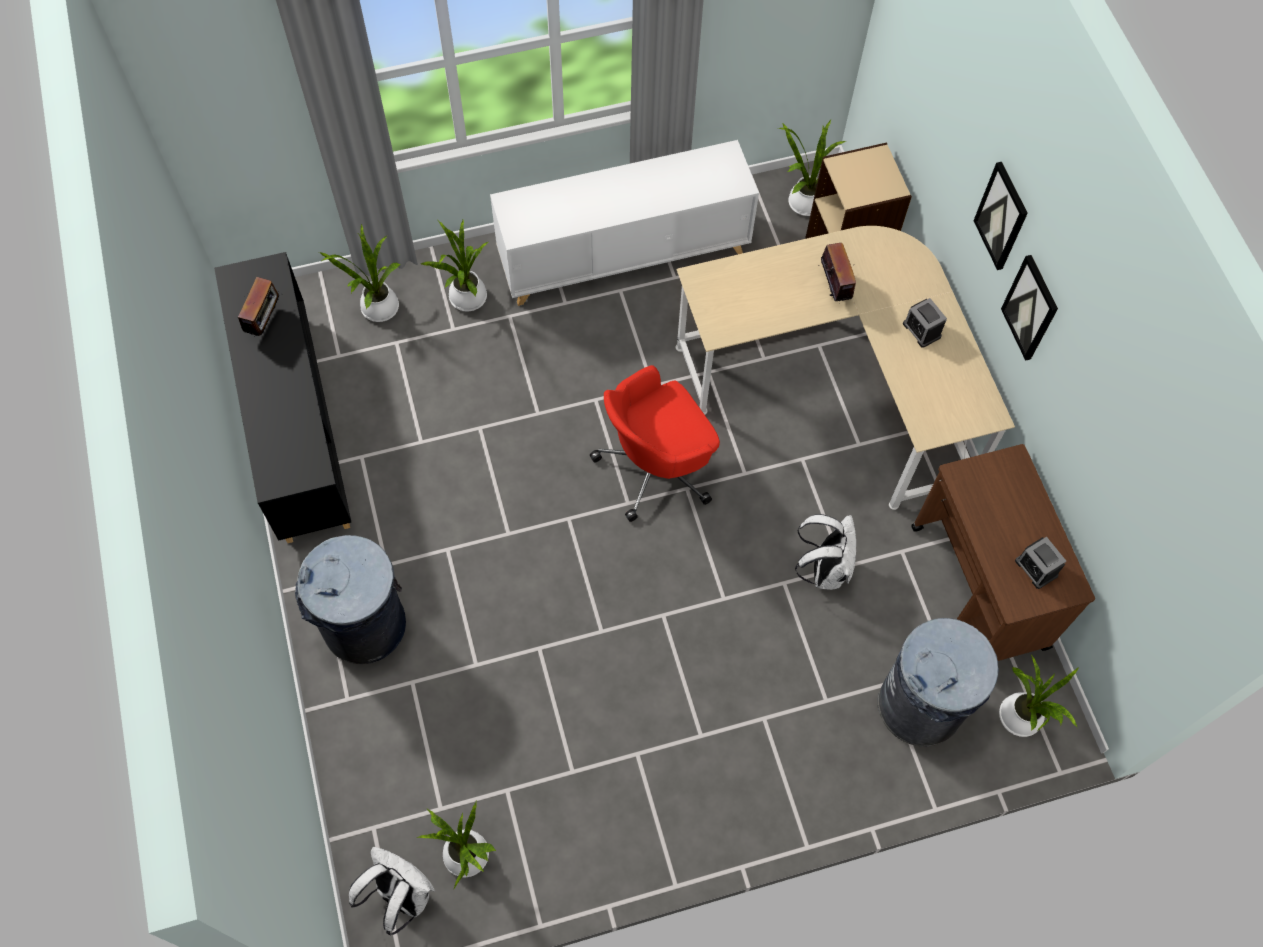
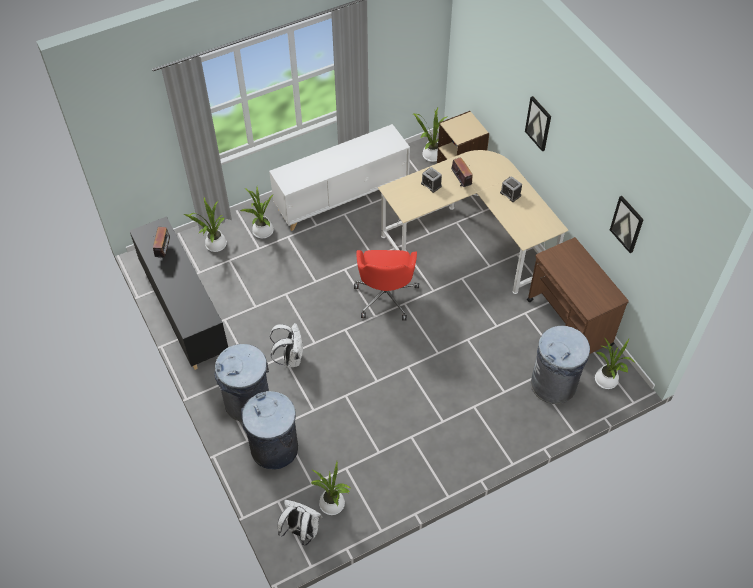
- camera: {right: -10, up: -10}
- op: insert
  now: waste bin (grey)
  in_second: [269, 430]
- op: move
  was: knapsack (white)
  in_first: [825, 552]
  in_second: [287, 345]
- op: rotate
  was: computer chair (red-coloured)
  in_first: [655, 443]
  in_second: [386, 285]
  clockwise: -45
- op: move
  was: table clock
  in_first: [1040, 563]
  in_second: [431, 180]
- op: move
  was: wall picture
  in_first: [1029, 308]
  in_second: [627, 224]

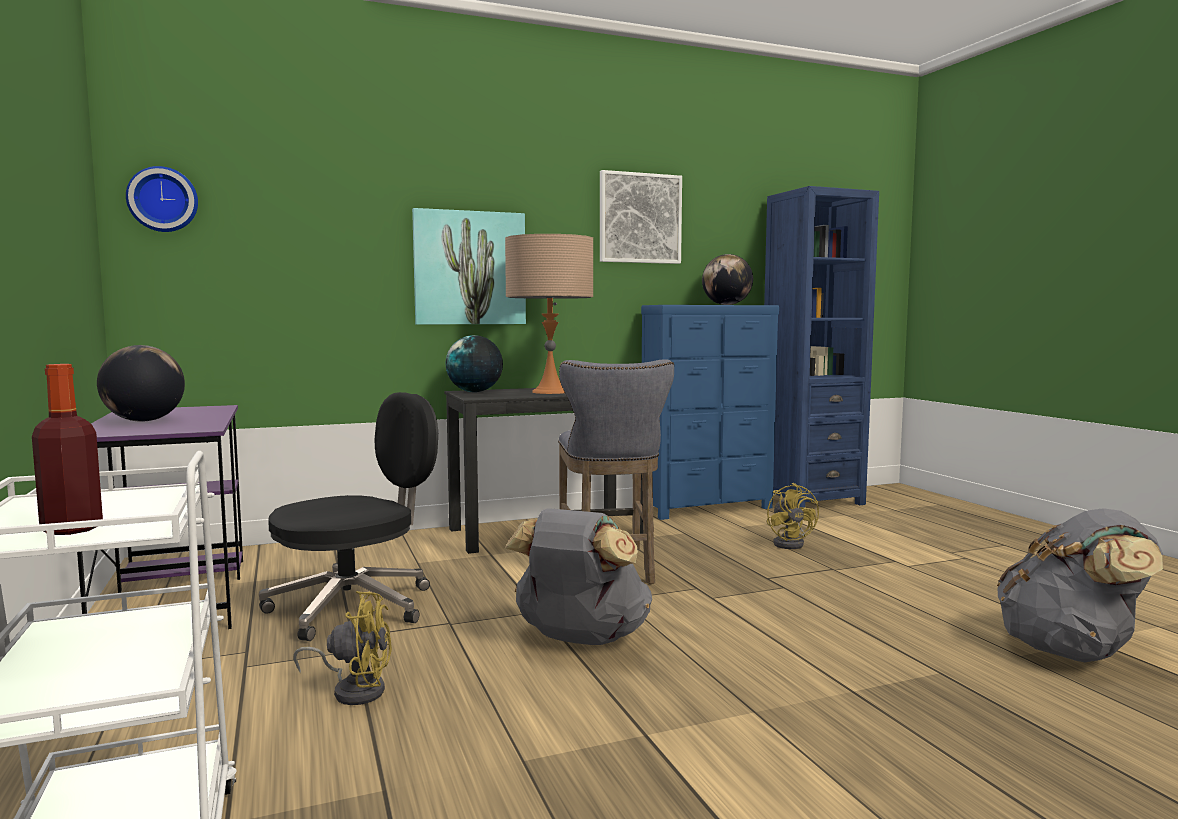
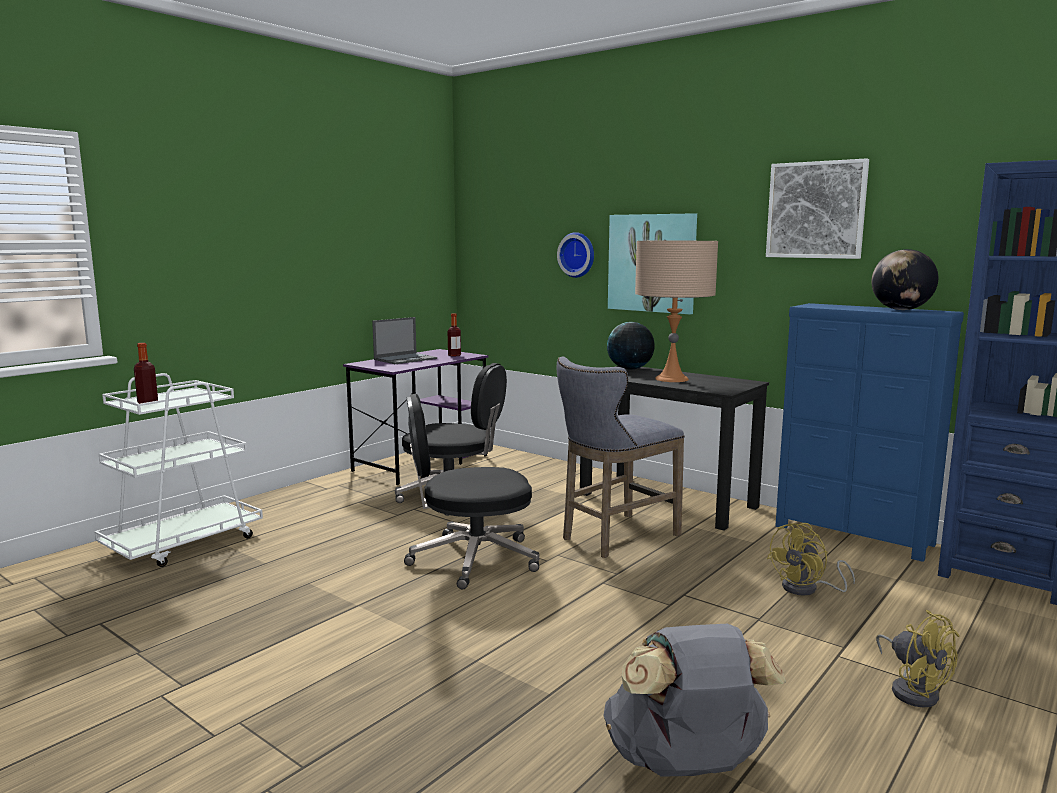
- camera: {right: 60, up: 5}
- op: replace
  was: world globe
  now: portable computer
  in_first: [141, 383]
  in_second: [404, 340]
- op: replace
  was: knapsack (grey)
  now: computer chair (blackish)
  in_first: [578, 576]
  in_second: [472, 491]
- op: insert
  now: drink bottle
  in_second: [454, 334]
- op: move
  was: clock on the wall
  in_first: [162, 199]
  in_second: [575, 255]
- op: move
  was: cooling fan (yellowish)
  in_first: [342, 648]
  in_second: [917, 659]

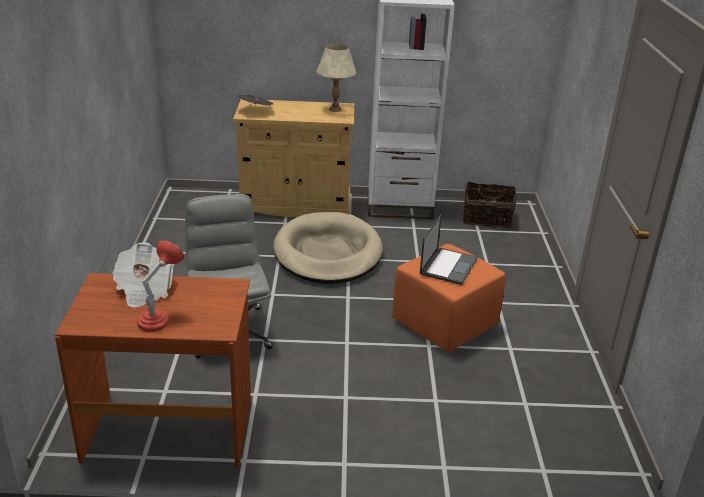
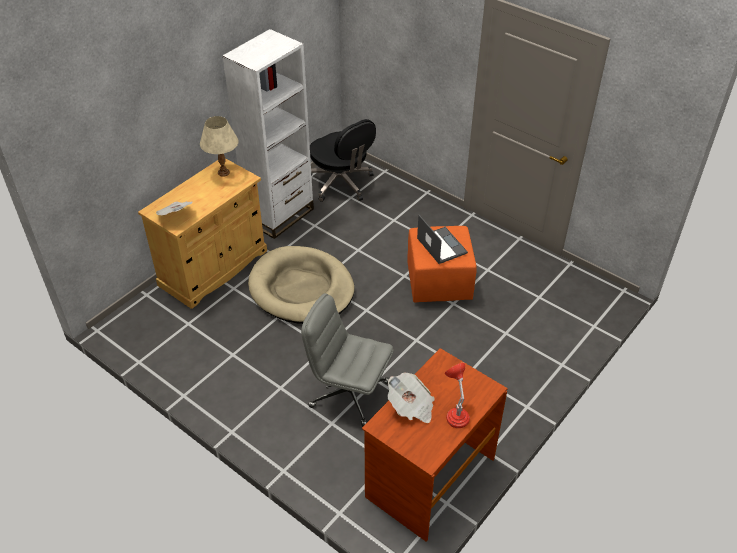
- camera: {right: -50, up: 15}
- op: replace
  was: basket
  now: computer chair (blackish)
  in_first: [489, 205]
  in_second: [343, 160]

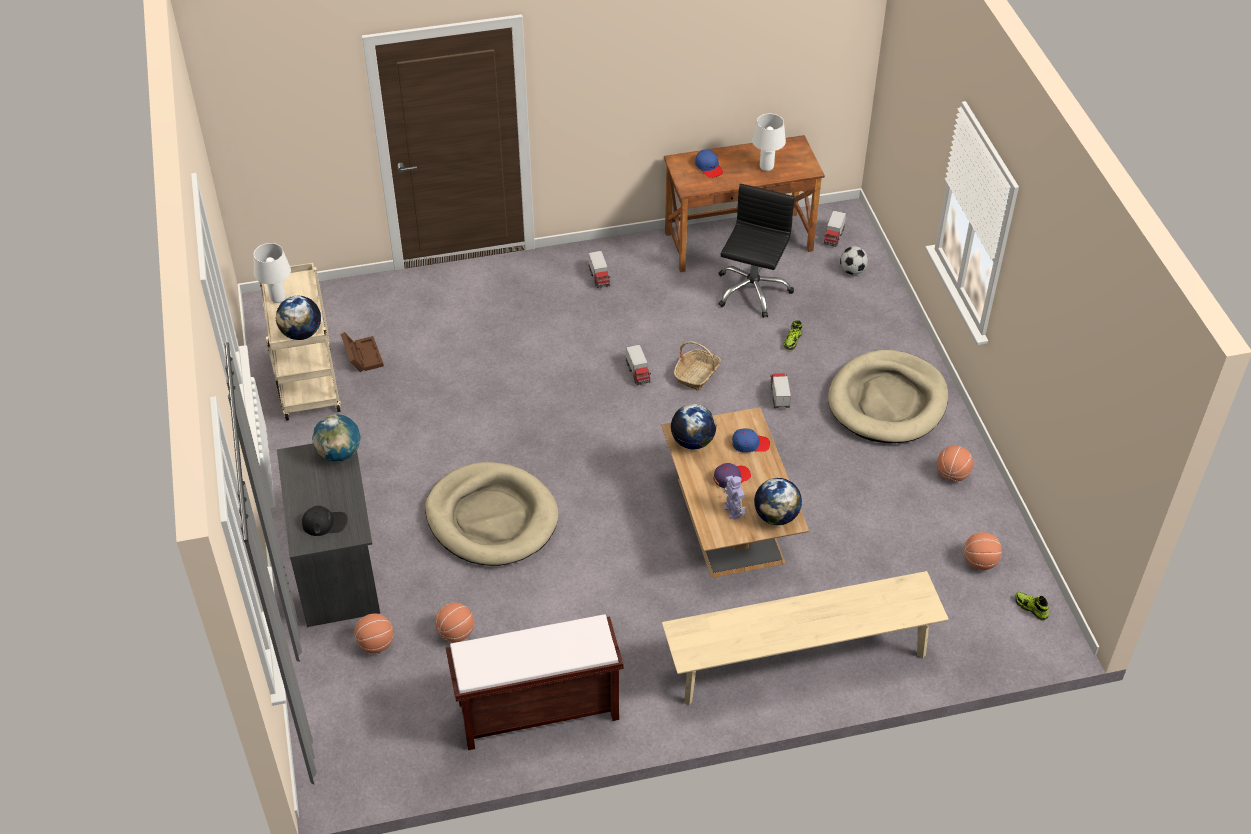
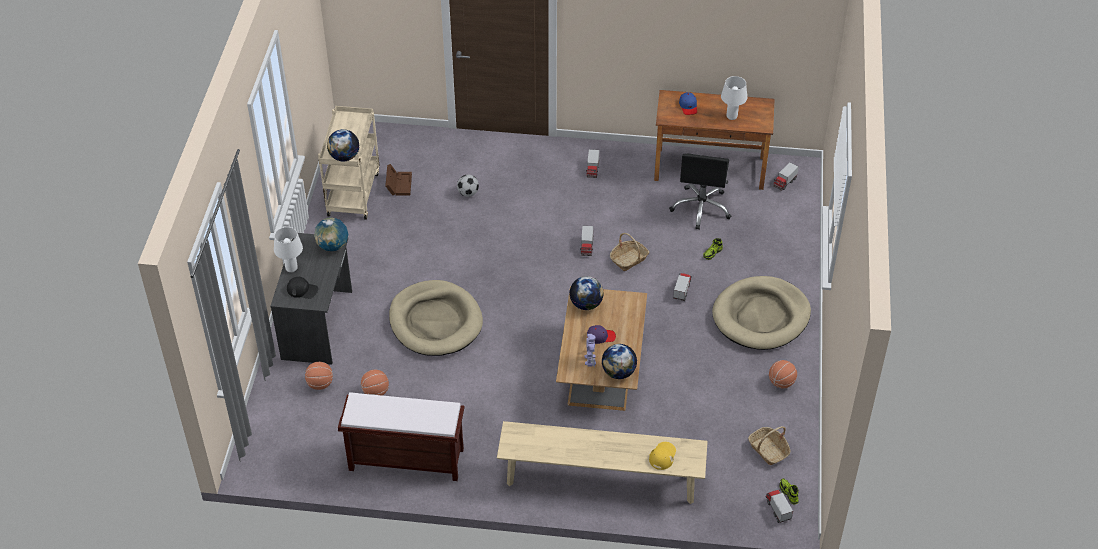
- camera: {right: 20, up: 0}
- op: move
  was: lamp for a table (white)
  in_first: [272, 273]
  in_second: [288, 249]
- op: move
  was: football
  in_first: [854, 260]
  in_second: [468, 186]
- op: insert
  now: peaked cap (yellowish)
  in_second: [662, 456]
- op: rotate
  was: computer chair (blackish)
  in_first: [756, 251]
  in_second: [700, 191]
  clockwise: 150
- op: replace
  was: basketball ball
  now: basket
  in_first: [983, 551]
  in_second: [769, 445]
- op: insert
  now: toy lorry
  in_second: [779, 506]
- op: delete
  was: peaked cap (blue-coloured)
  in_first: [751, 440]

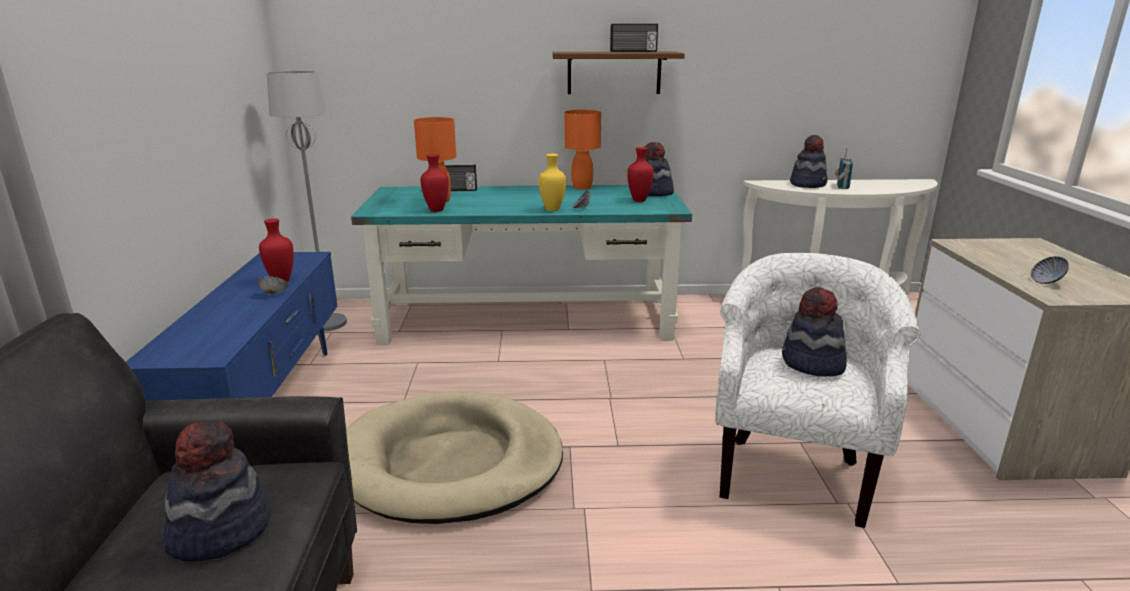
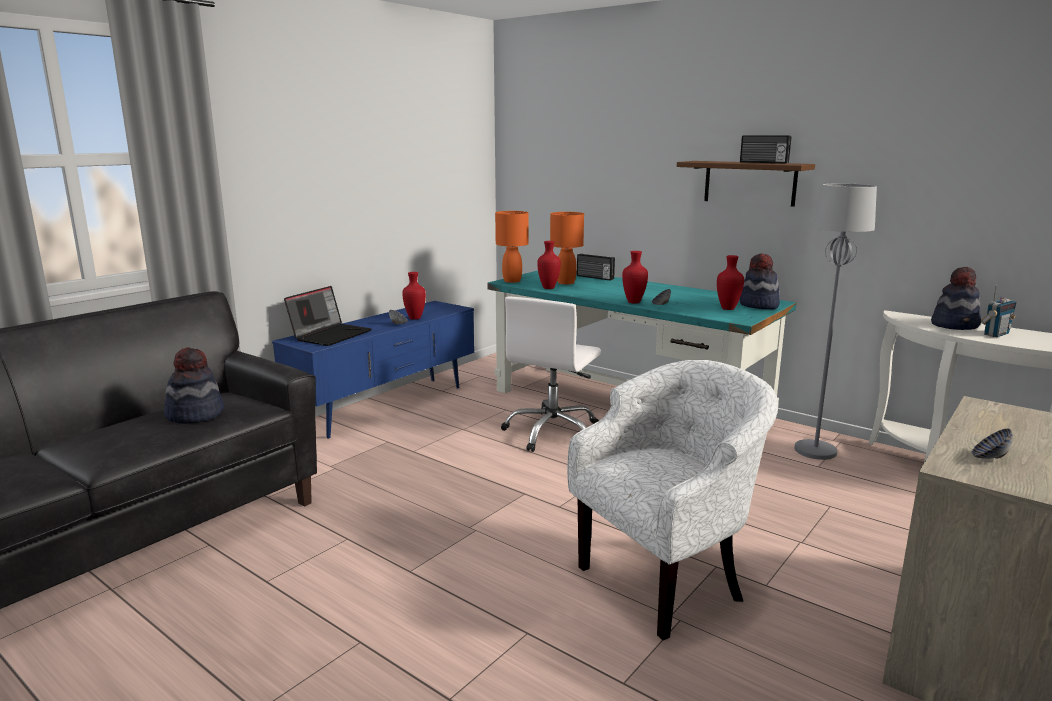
- camera: {right: 40, up: -5}
- op: insert
  now: portable computer
  in_second: [328, 316]
- op: move
  was: lamp for a table (orange-coloured)
  in_first: [583, 150]
  in_second: [512, 247]
- op: insert
  now: computer chair (white)
  in_second: [551, 374]
- op: recolor
  was: decorative vase (yellowish)
  now: decorative vase (red-coloured)
  in_first: [552, 182]
  in_second: [635, 277]
- op: move
  was: floor lamp (grey)
  in_first: [306, 201]
  in_second: [835, 321]
- op: delete
  was: dog cushion (sand-coloured)
  in_first: [454, 457]
- op: delete
  was: hat
  in_first: [814, 332]

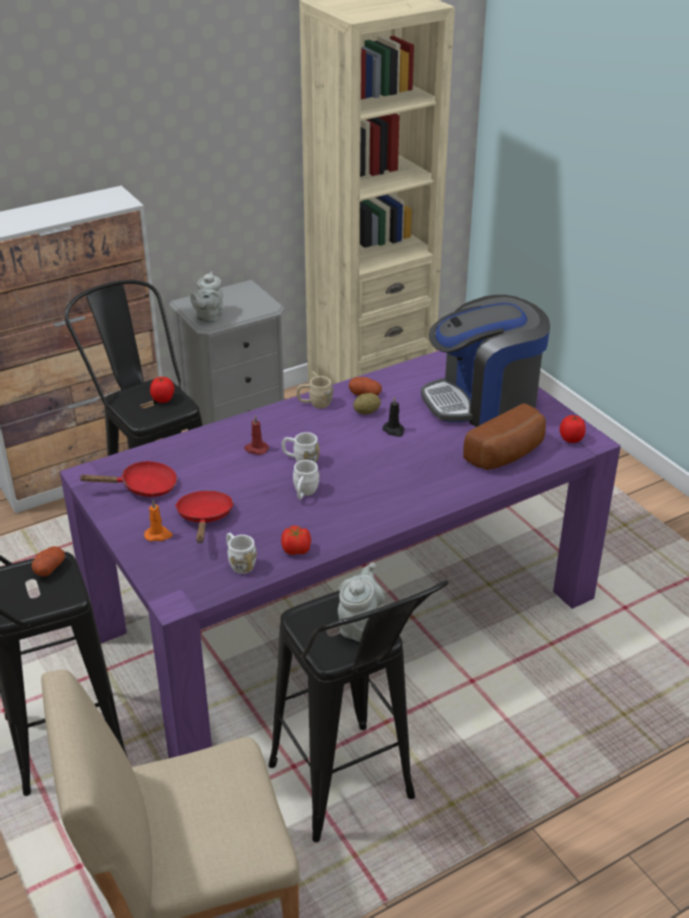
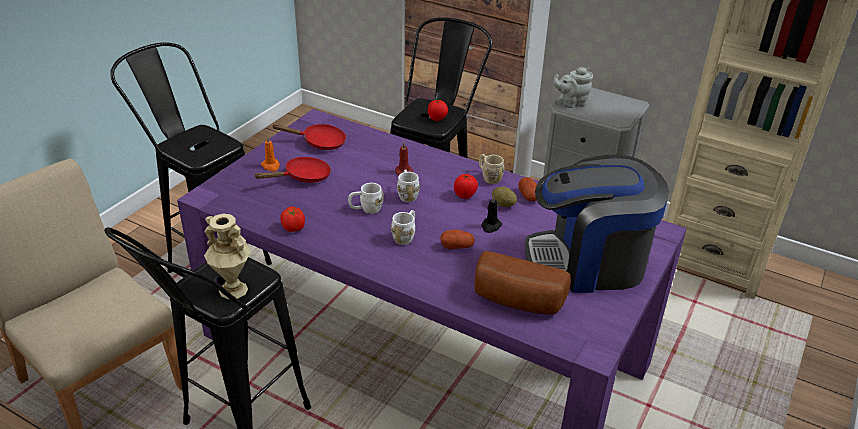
- camera: {right: 60, up: 0}
- op: replace
  was: pot for tea (grey)
  now: decorative vase (sand-coloured)
  in_first: [361, 602]
  in_second: [227, 256]
- op: rotate
  was: pan (red-coloured)
  in_first: [128, 479]
  in_second: [309, 137]
  clockwise: -45
- op: move
  was: mug (white)
  in_first: [241, 553]
  in_second: [403, 227]
- op: move
  was: whole potato
  in_first: [48, 561]
  in_second: [458, 239]
- op: move
  was: tomato
  in_first: [572, 429]
  in_second: [466, 186]
- op: rotate
  was: coffee brewer
  in_first: [485, 361]
  in_second: [597, 224]
  clockwise: -45

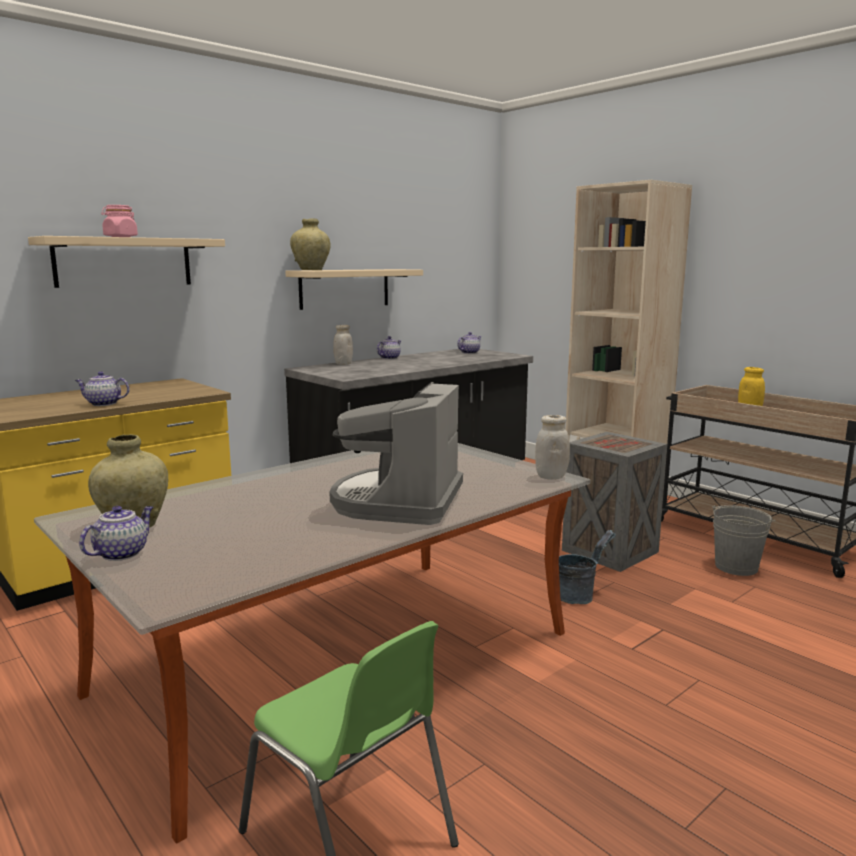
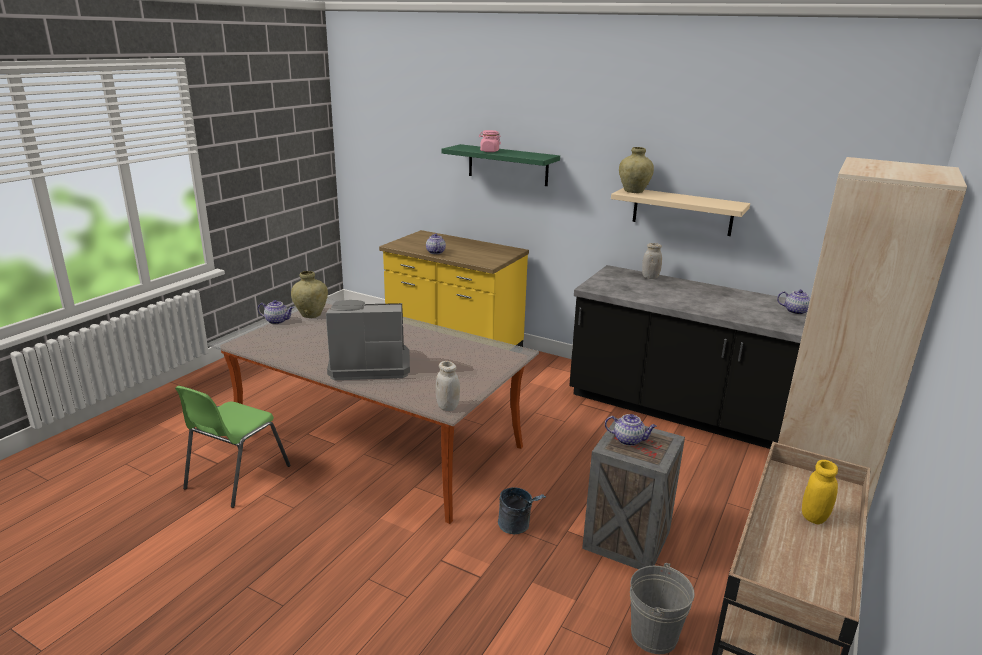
- camera: {right: 70, up: 10}
- op: recolor
  was: wall shelf (sand-coloured)
  now: wall shelf (green)
  in_first: [126, 262]
  in_second: [501, 165]
- op: move
  was: pot for tea
  in_first: [389, 347]
  in_second: [631, 430]

